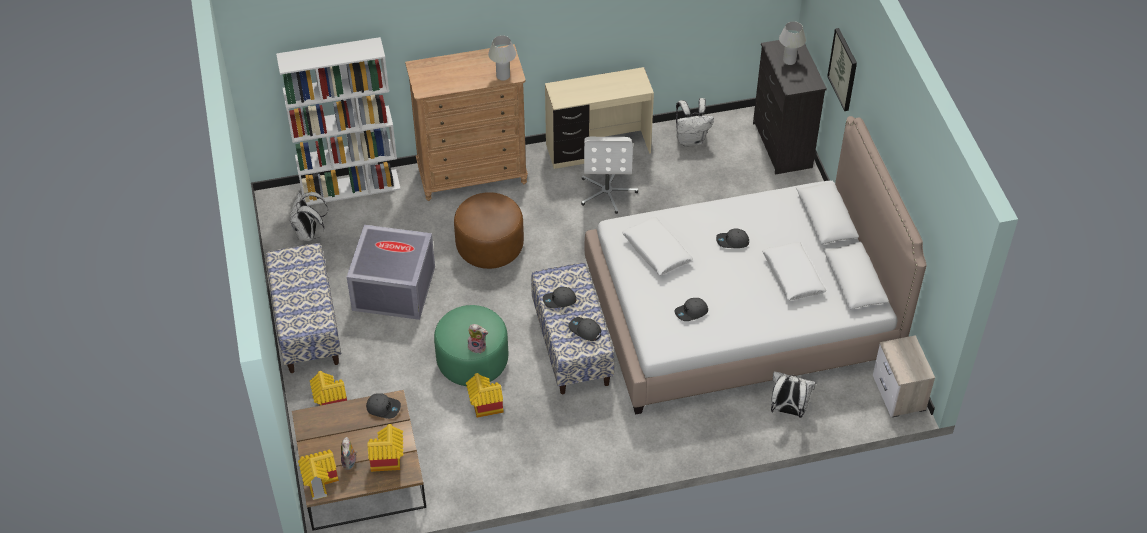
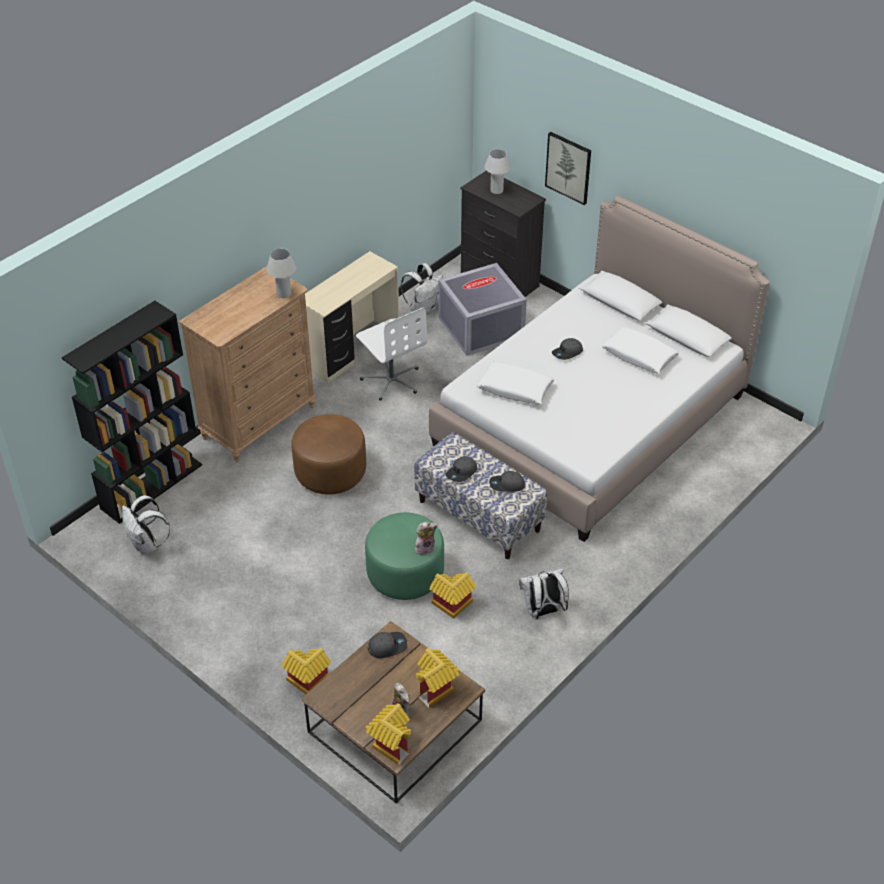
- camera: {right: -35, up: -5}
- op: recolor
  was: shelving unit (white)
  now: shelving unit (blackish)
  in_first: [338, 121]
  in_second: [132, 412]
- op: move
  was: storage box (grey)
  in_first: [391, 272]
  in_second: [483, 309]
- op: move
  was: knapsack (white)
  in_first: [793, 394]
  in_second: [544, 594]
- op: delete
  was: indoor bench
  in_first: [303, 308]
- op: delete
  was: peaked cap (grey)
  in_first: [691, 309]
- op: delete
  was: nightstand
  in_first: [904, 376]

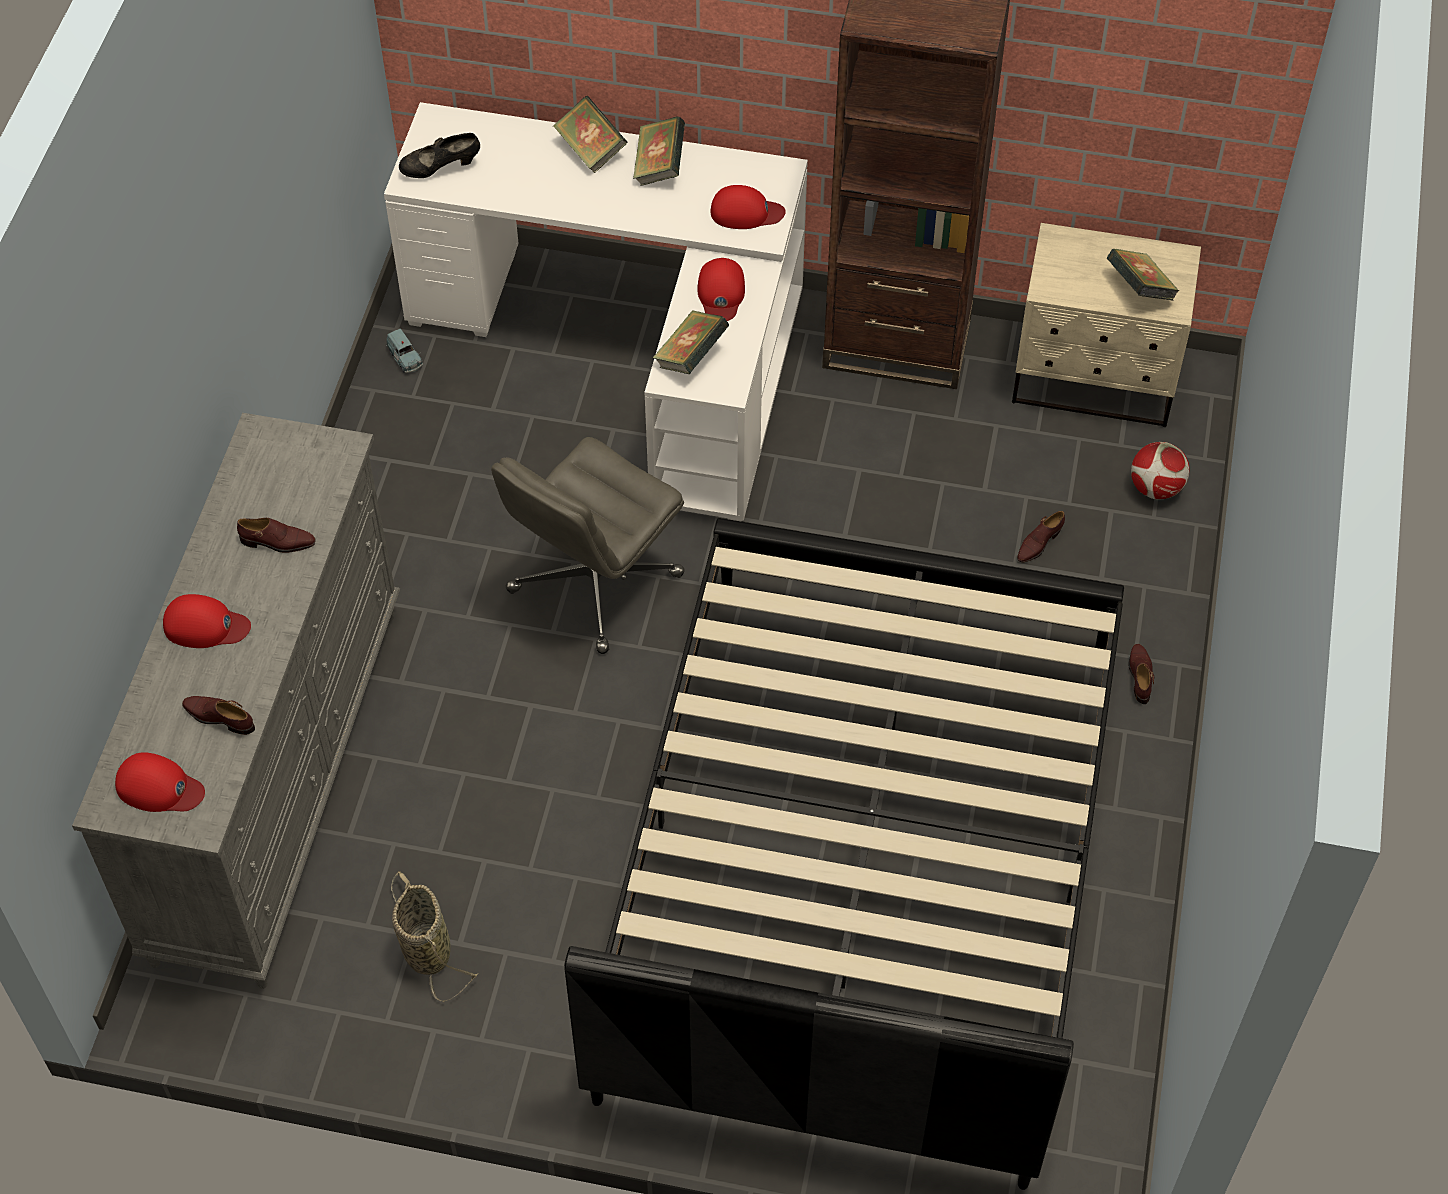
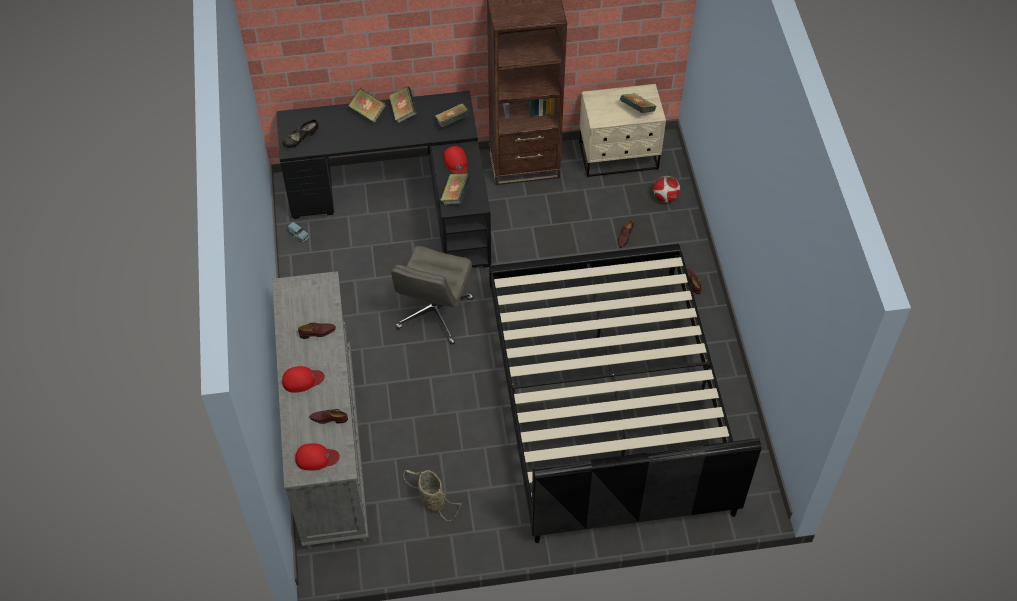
- camera: {right: -20, up: 0}
- op: recolor
  was: desk table (white)
  now: desk table (blackish)
  in_first: [596, 312]
  in_second: [383, 179]
- op: replace
  was: peaked cap (red-coloured)
  now: bound book
  in_first: [748, 207]
  in_second: [452, 115]

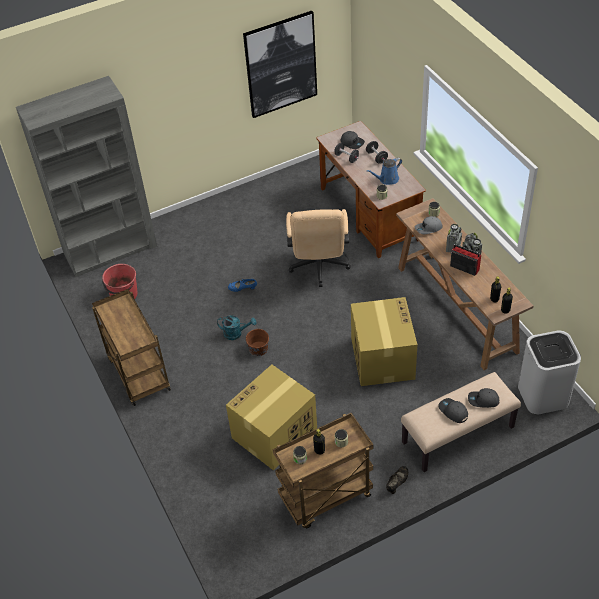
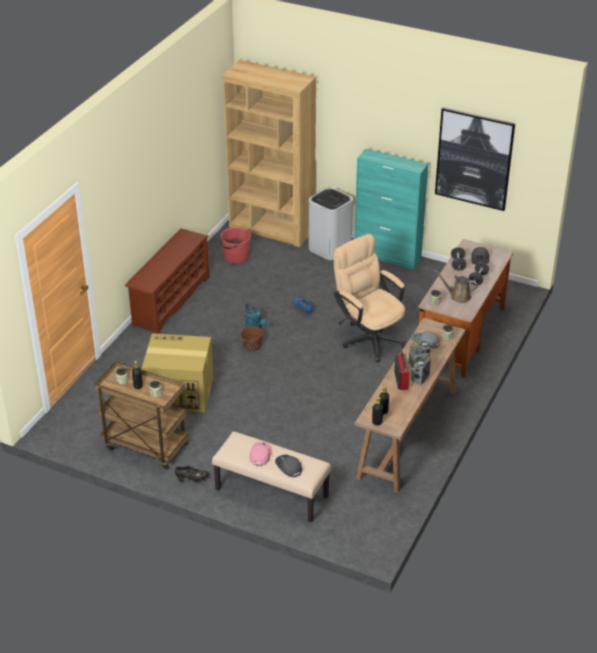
- camera: {right: 50, up: -10}
- op: replace
  was: wheeled cart (brown)
  now: shoe shelf (brown)
  in_first: [131, 347]
  in_second: [167, 281]
- op: recolor
  was: shelving unit (grey)
  now: shelving unit (brown)
  in_first: [86, 176]
  in_second: [269, 153]
- op: recolor
  was: peaked cap (grey)
  now: peaked cap (pink)
  in_first: [453, 410]
  in_second: [261, 454]
- op: move
  was: waste bin (white)
  in_first: [549, 372]
  in_second: [331, 224]
- op: rotate
  was: computer chair (sand-coloured)
  in_first: [318, 248]
  in_second: [370, 297]
  clockwise: 90
- op: insert
  now: cabinet (turquoise-coloured)
  in_second: [391, 209]
- op: recolor
  was: watering pot (blue-coloured)
  now: watering pot (brown)
  in_first: [384, 171]
  in_second: [456, 286]
- op: delete
  was: packing box
  in_first: [384, 341]

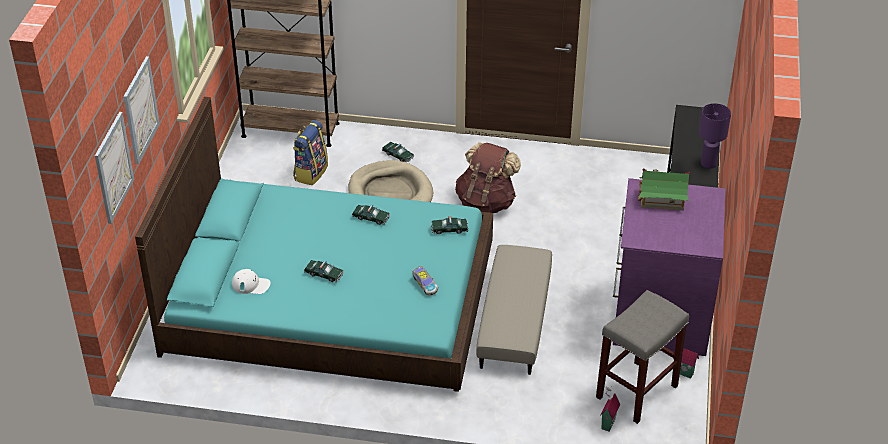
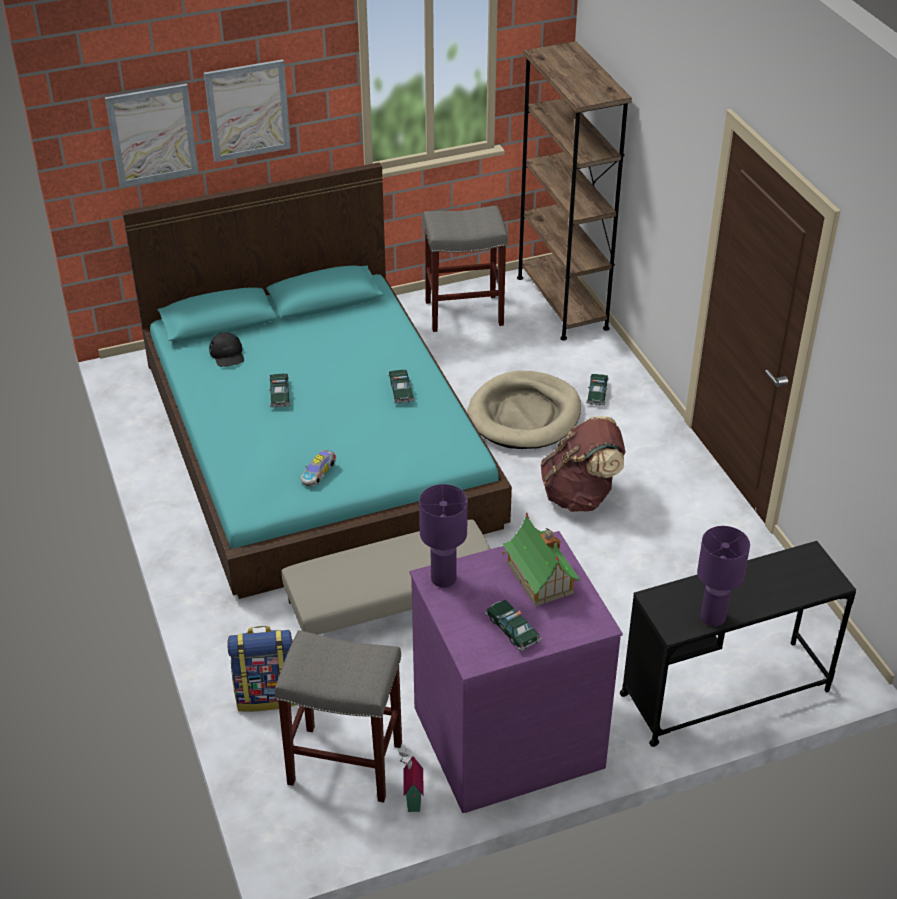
- camera: {right: 60, up: 0}
- op: recolor
  was: peaked cap (white)
  now: peaked cap (blackish)
  in_first: [251, 281]
  in_second: [226, 349]
- op: move
  was: knapsack
  in_first: [310, 152]
  in_second: [261, 669]
- op: insert
  now: lamp for a table (purple)
  in_second: [443, 536]
- op: insert
  now: sitting stool (grey)
  in_second: [465, 269]
- op: move
  was: miniature car
  in_first: [449, 225]
  in_second: [513, 625]
- op: delete
  was: miniature house
  in_first: [610, 408]

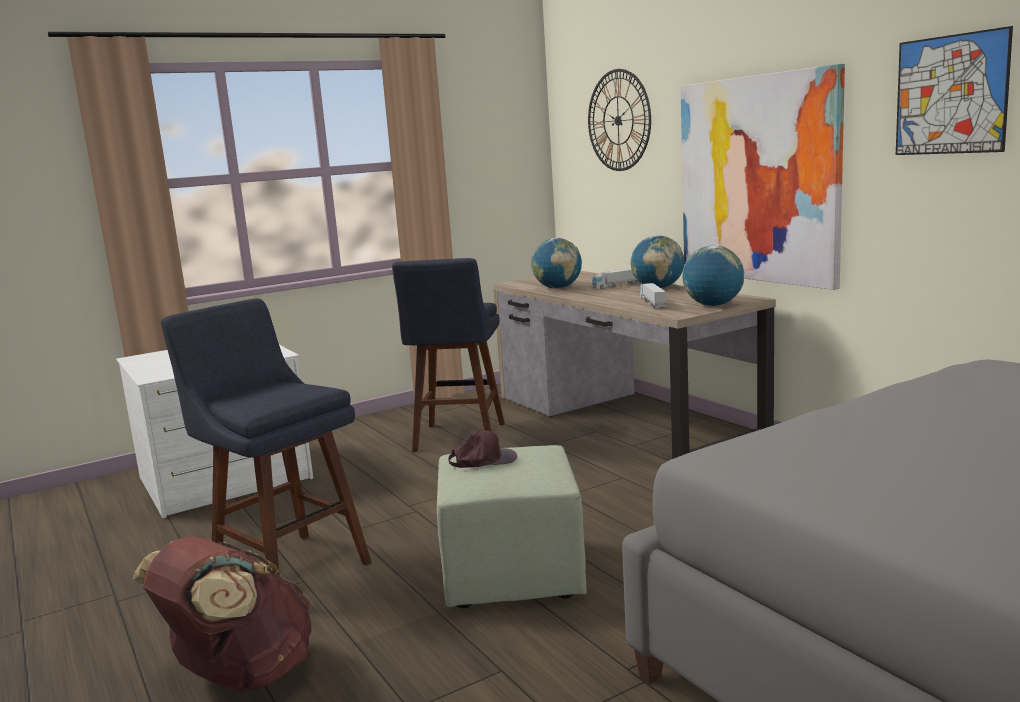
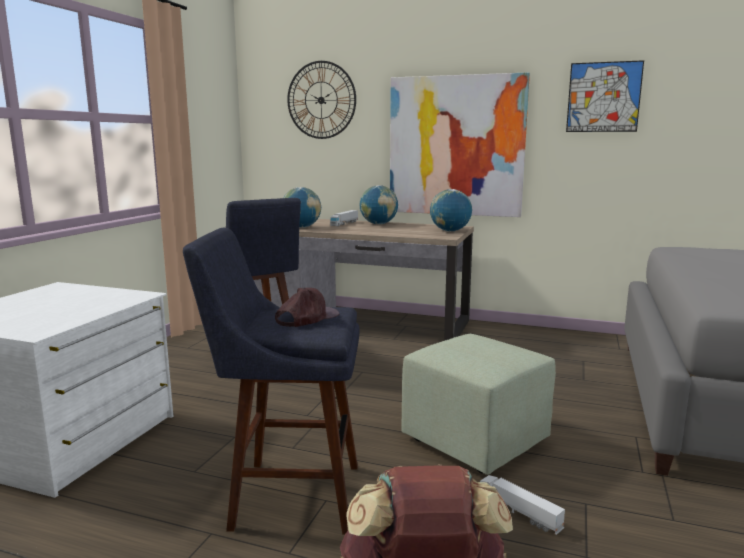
- camera: {right: -40, up: 0}
- op: move
  was: peaked cap (brown)
  in_first: [482, 449]
  in_second: [307, 307]
- op: move
  was: toy lorry
  in_first: [653, 296]
  in_second: [522, 505]

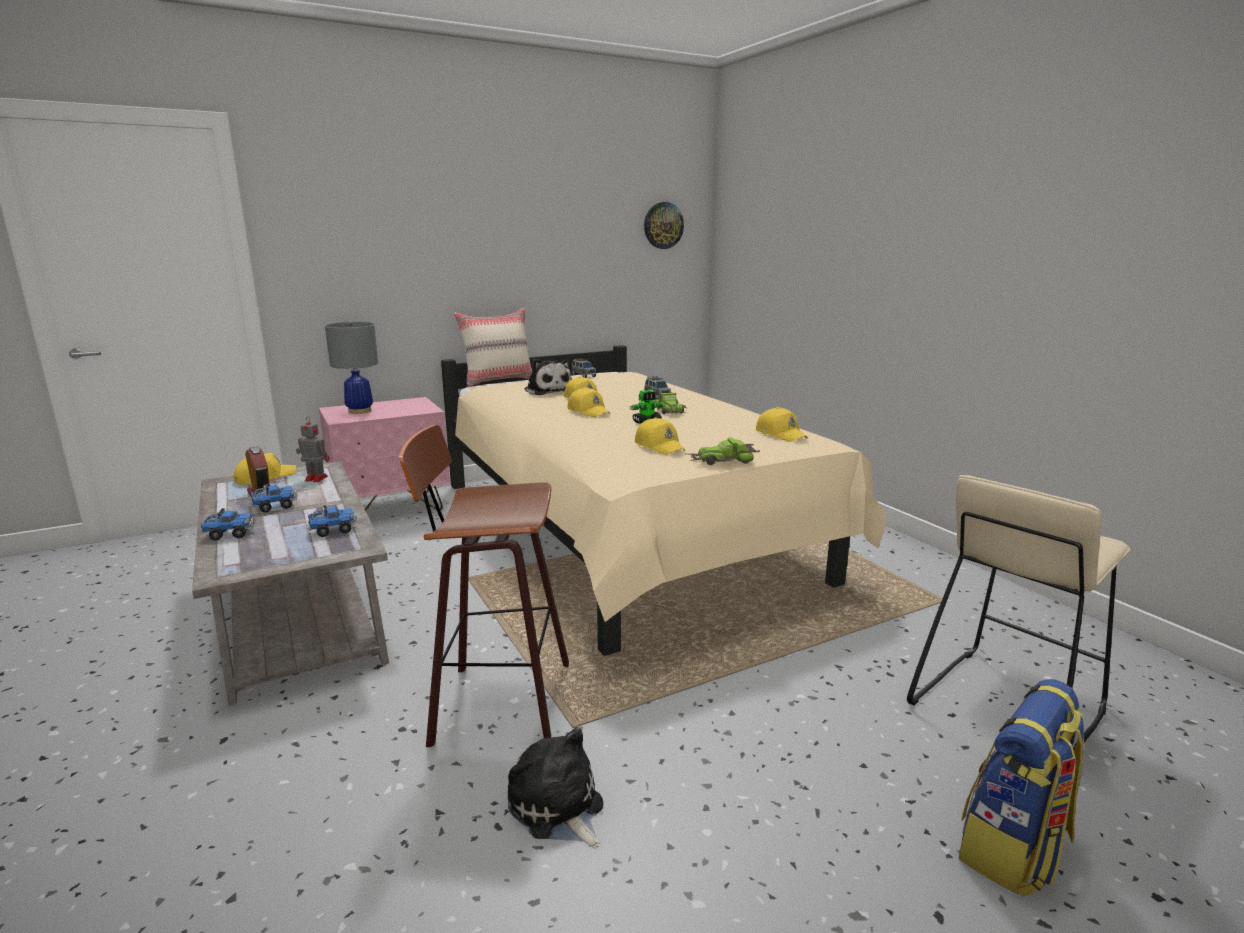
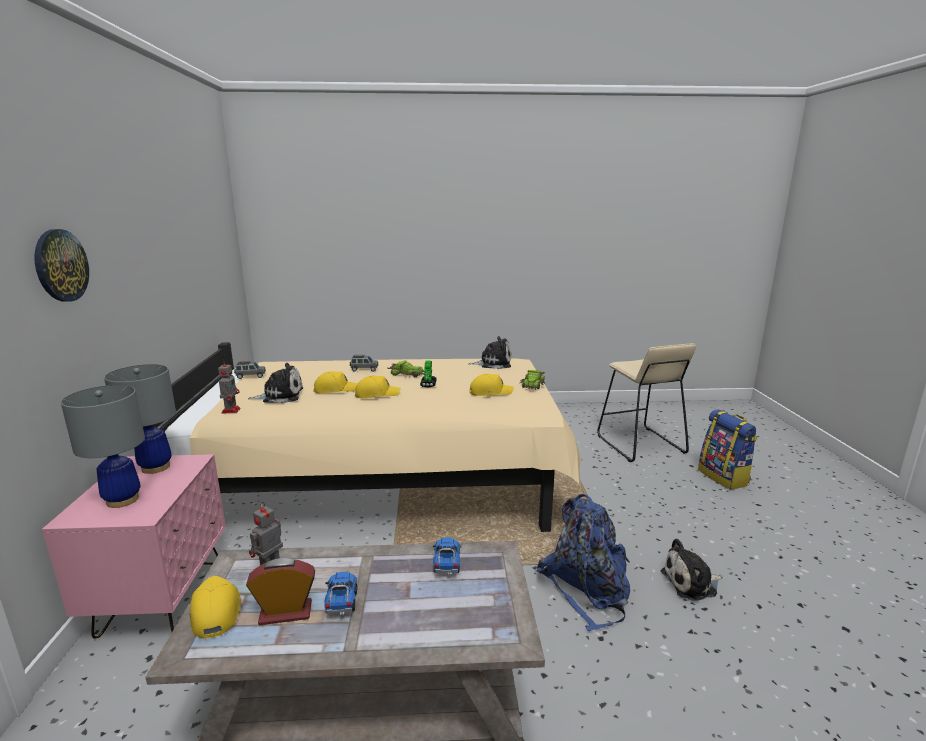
- camera: {right: -65, up: 0}
- op: move
  was: clock on the wall
  in_first: [664, 225]
  in_second: [62, 265]
- op: insert
  now: lamp for a table (grey)
  in_second: [140, 419]
- op: insert
  now: robot figure
  in_second: [229, 386]
- op: replace
  was: peaked cap (yellowish)
  now: soft toy
  in_first: [782, 424]
  in_second: [489, 352]
- op: replace
  was: sitting stool
  now: knapsack (blue-coloured)
  in_first: [484, 586]
  in_second: [583, 562]
- op: delete
  was: toy lorry
  in_first: [228, 524]
- op: delete
  was: pillow (sand-coloured)
  in_first: [492, 347]

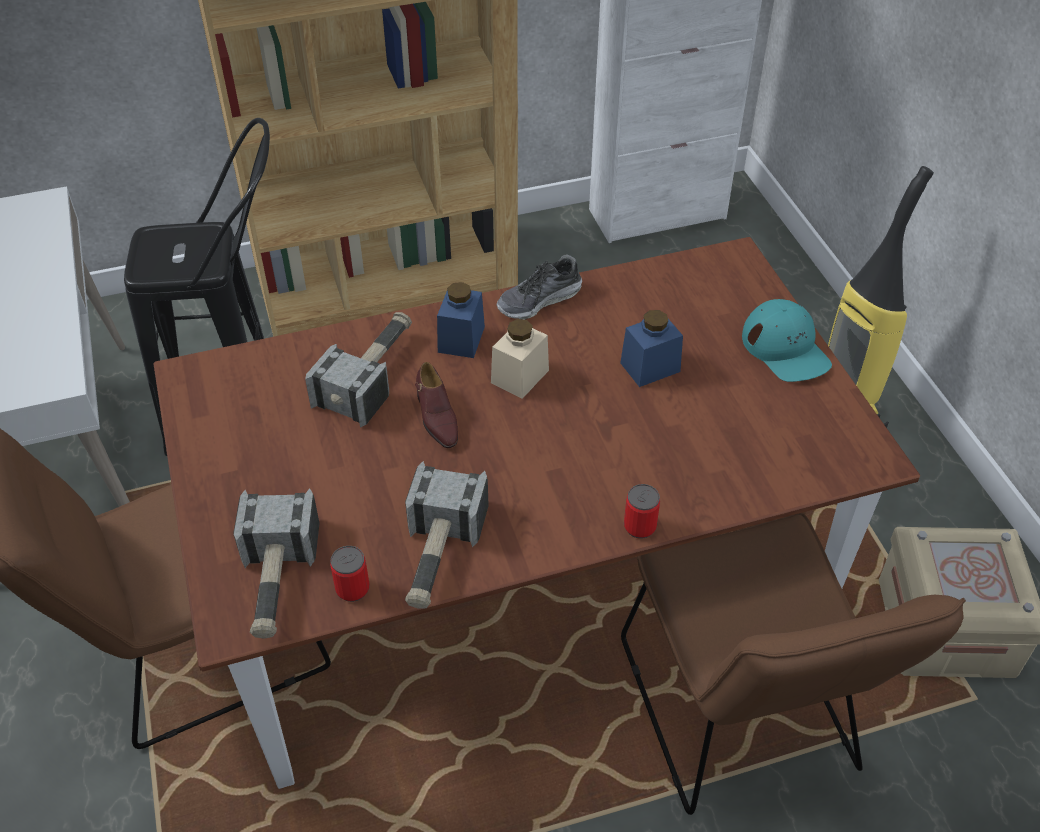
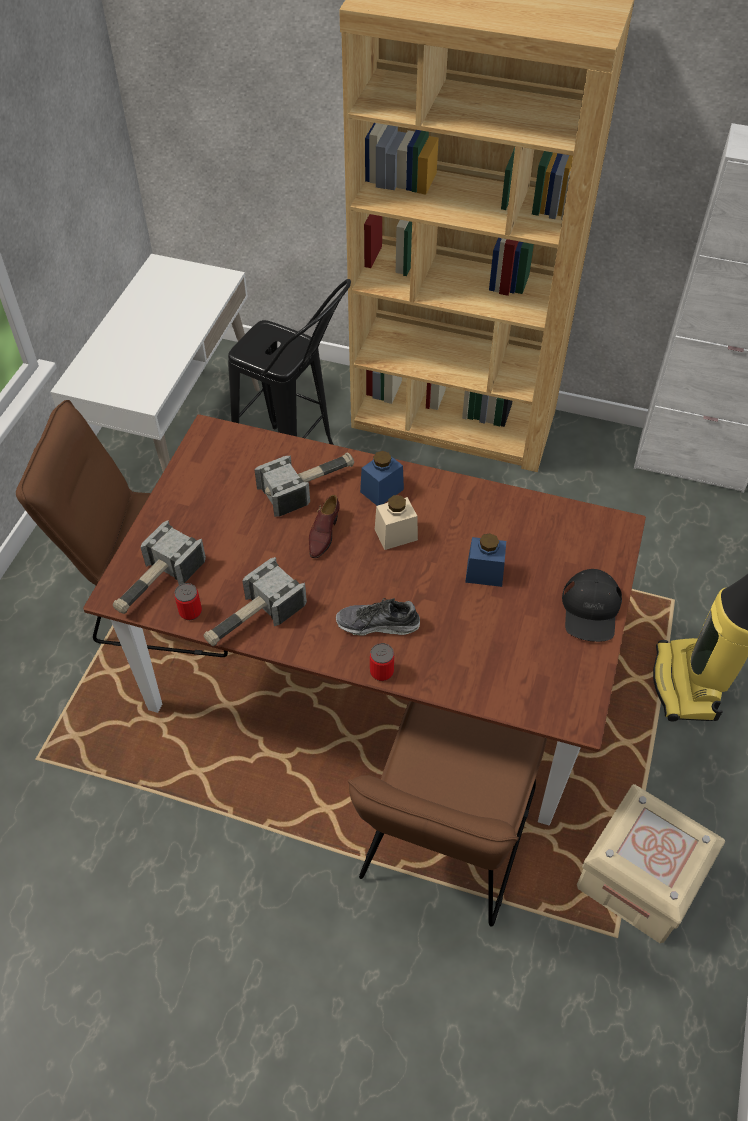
- camera: {right: 35, up: 5}
- op: move
  was: item of footwear
  in_first: [539, 287]
  in_second: [378, 617]
- op: recolor
  was: peaked cap (turquoise-coloured)
  now: peaked cap (blackish)
  in_first: [787, 340]
  in_second: [592, 605]

